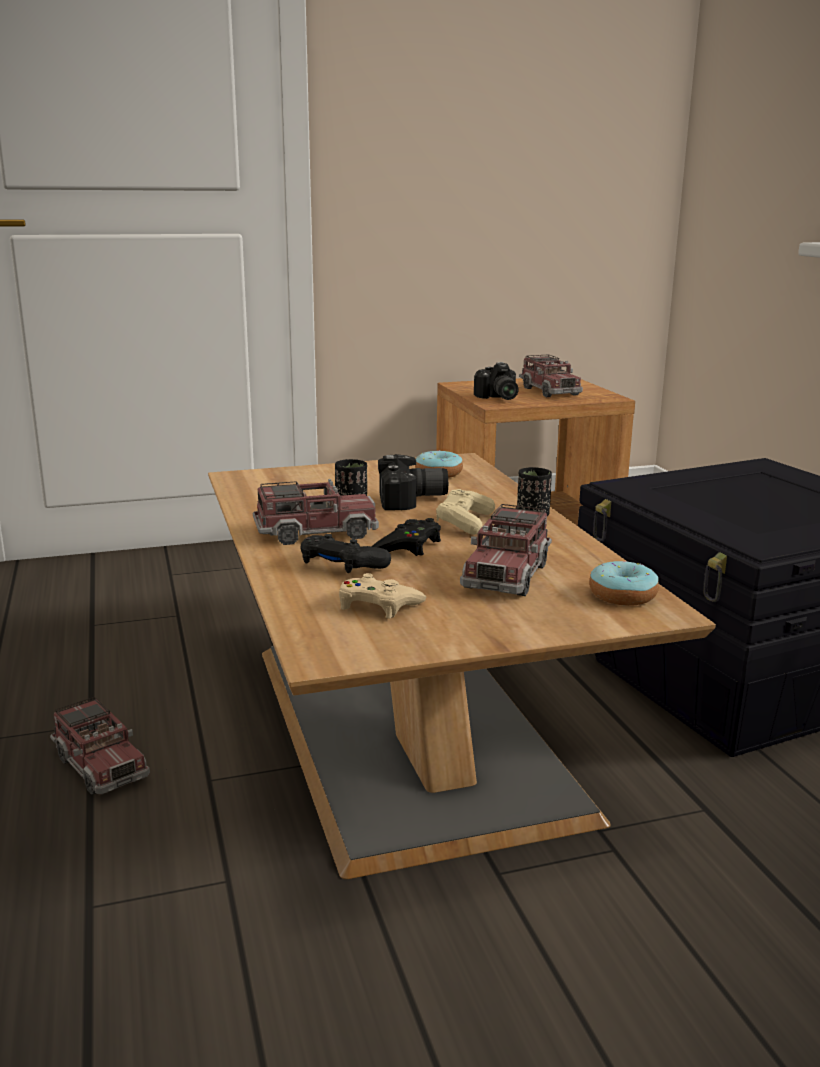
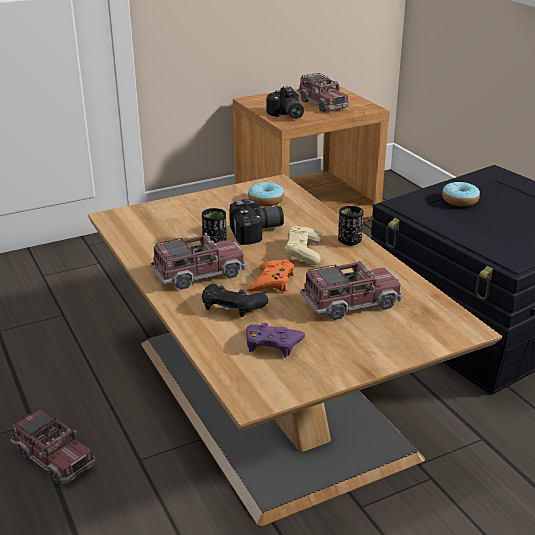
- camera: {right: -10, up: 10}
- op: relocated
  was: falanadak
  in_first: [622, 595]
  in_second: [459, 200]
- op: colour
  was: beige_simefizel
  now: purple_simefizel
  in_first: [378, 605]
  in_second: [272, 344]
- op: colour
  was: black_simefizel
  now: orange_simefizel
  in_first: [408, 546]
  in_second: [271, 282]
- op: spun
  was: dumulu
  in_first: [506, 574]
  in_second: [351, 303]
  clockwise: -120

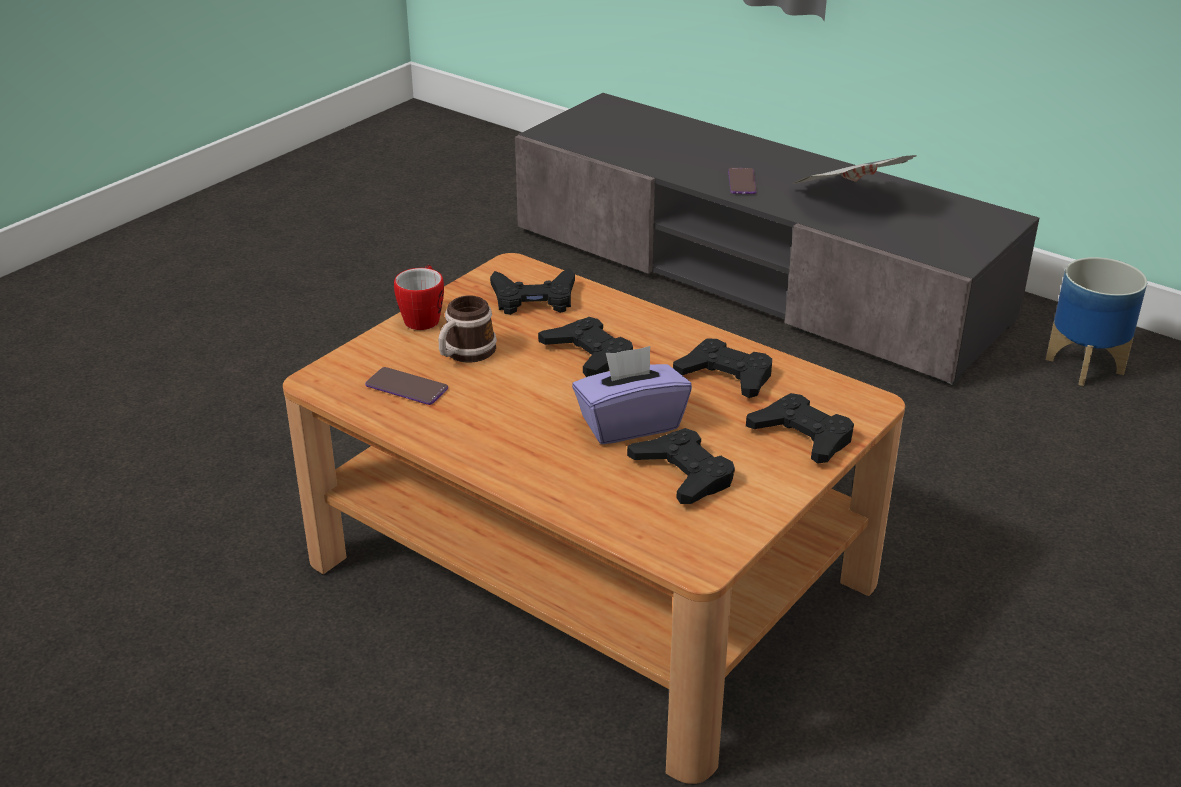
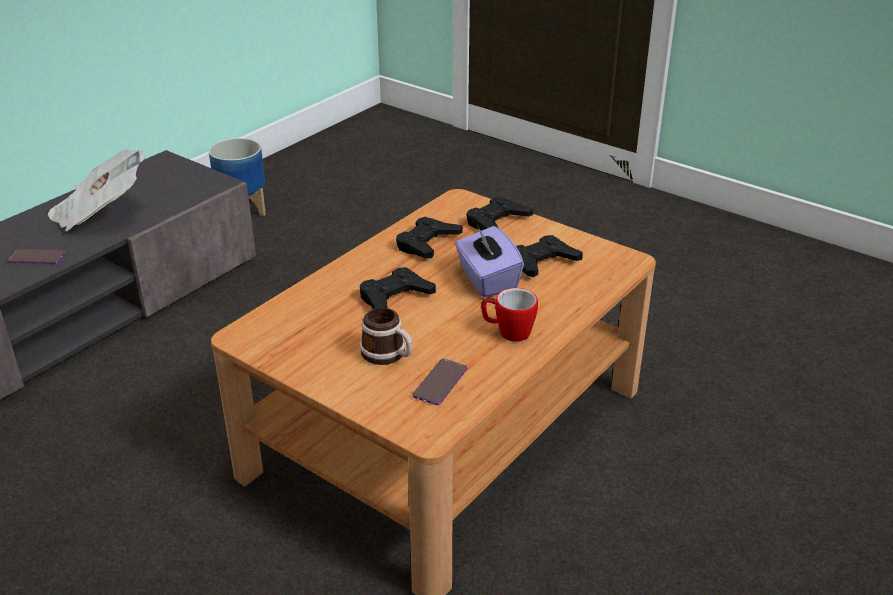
- camera: {right: -90, up: 0}
- op: missing
  was: black_simefizel
  in_first: [534, 299]
- op: relocated
  was: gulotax
  in_first: [424, 317]
  in_second: [508, 332]

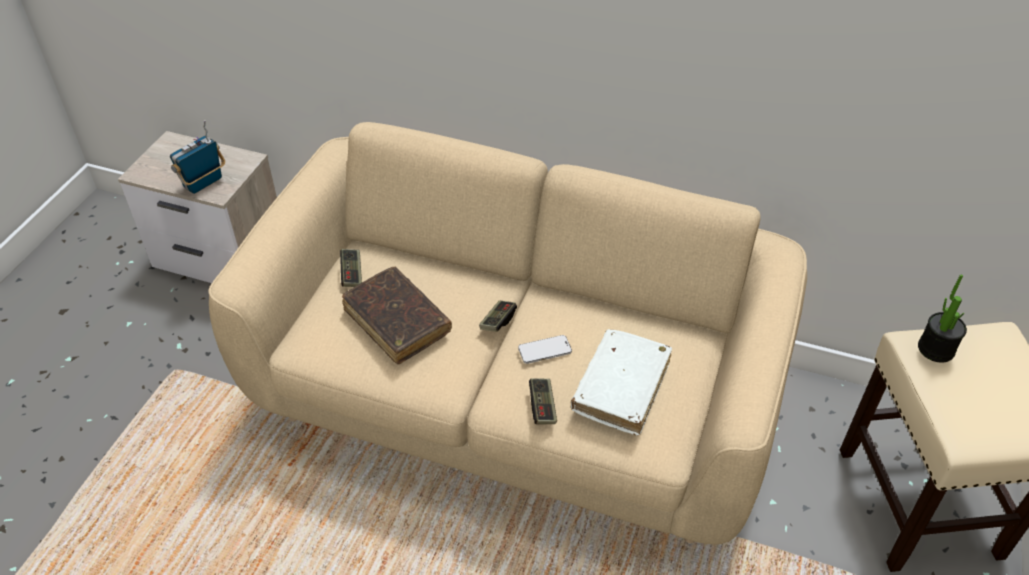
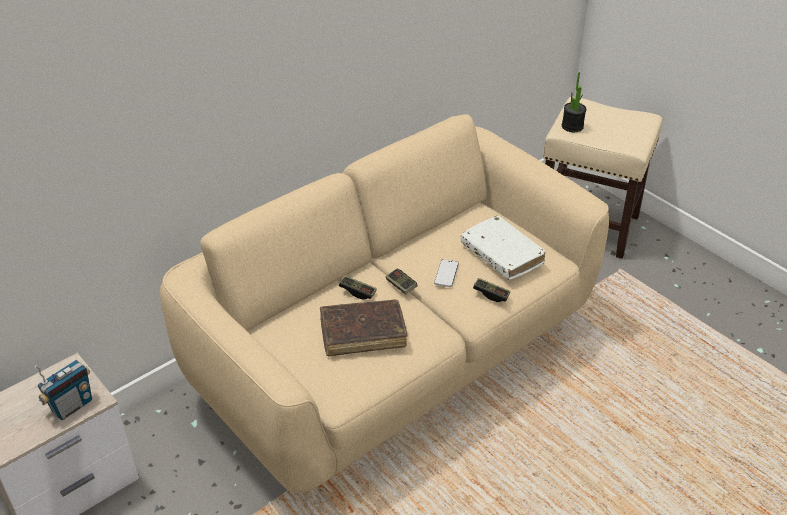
- camera: {right: -60, up: -5}
- op: relocated
  was: simefizel
  in_first: [352, 273]
  in_second: [357, 292]
- op: spun
  was: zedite
  in_first: [203, 183]
  in_second: [72, 406]
  clockwise: -120

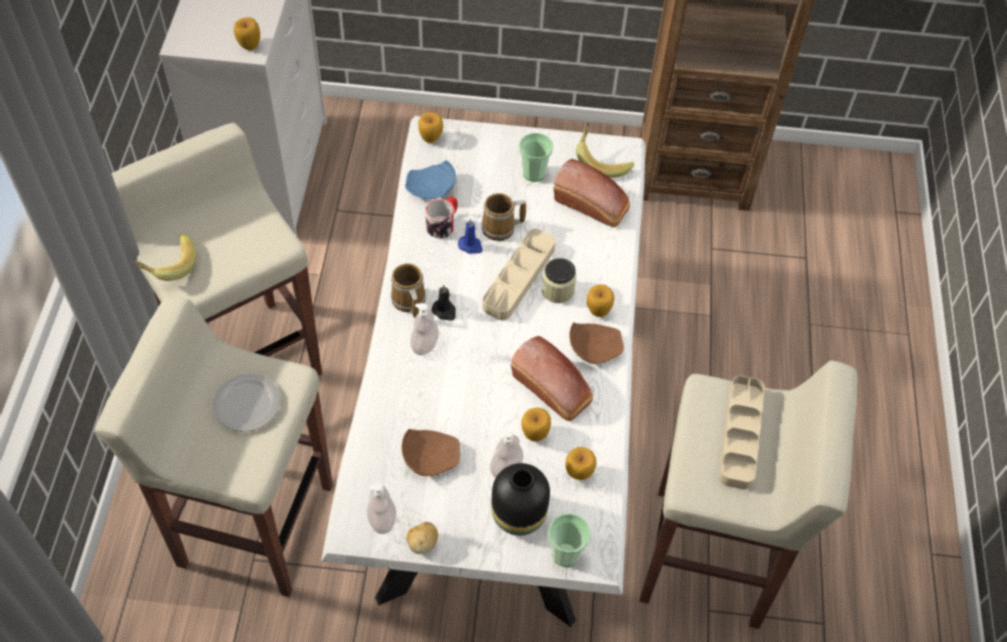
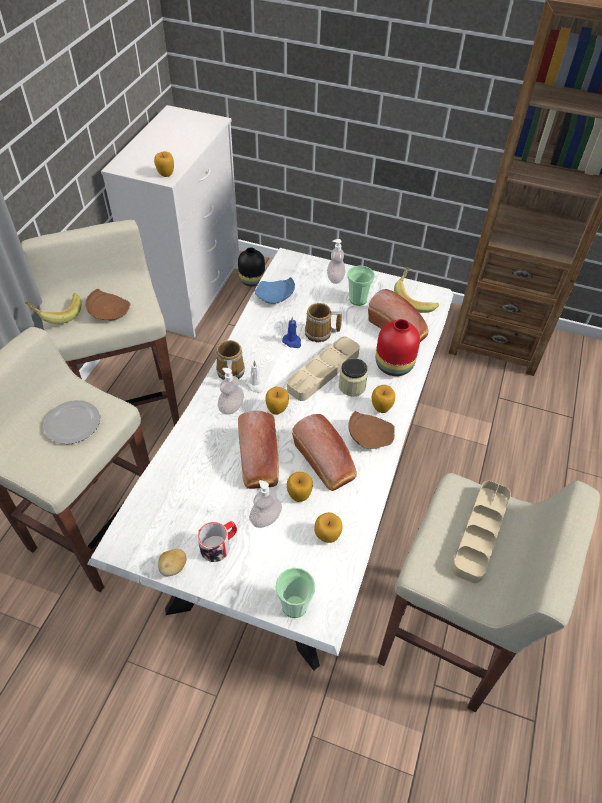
- camera: {right: 15, up: -5}
- op: appeared
  now: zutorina
  in_second: [259, 461]
- op: appeared
  now: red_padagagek
  in_second: [393, 364]
- op: relocated
  was: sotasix
  in_first: [382, 519]
  in_second: [335, 278]
- op: relocated
  was: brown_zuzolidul
  in_first: [430, 457]
  in_second: [109, 312]
- op: relocated
  was: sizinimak
  in_first: [431, 138]
  in_second: [277, 410]
- op: relocated
  was: gulotax
  in_first: [443, 223]
  in_second: [219, 545]
- op: relocated
  was: black_padagagek
  in_first: [517, 514]
  in_second: [251, 280]
- op: colour
  was: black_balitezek
  now: white_balitezek
  in_first: [444, 311]
  in_second: [256, 385]

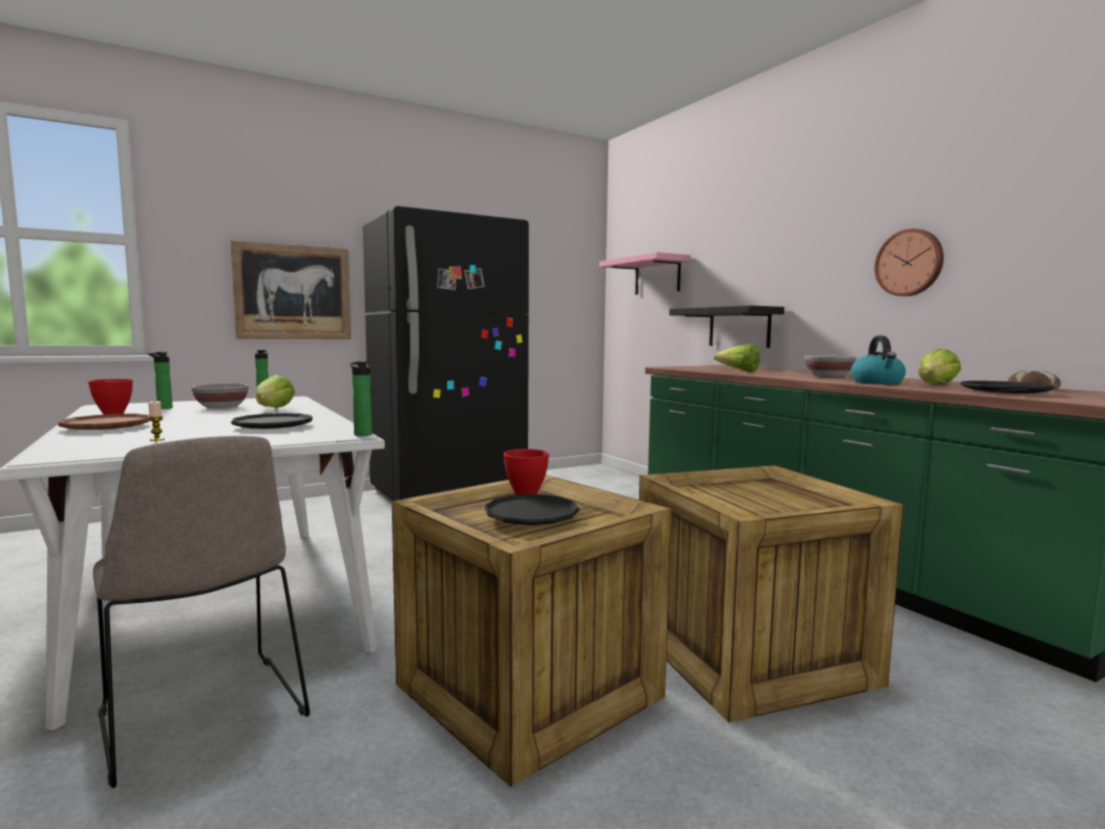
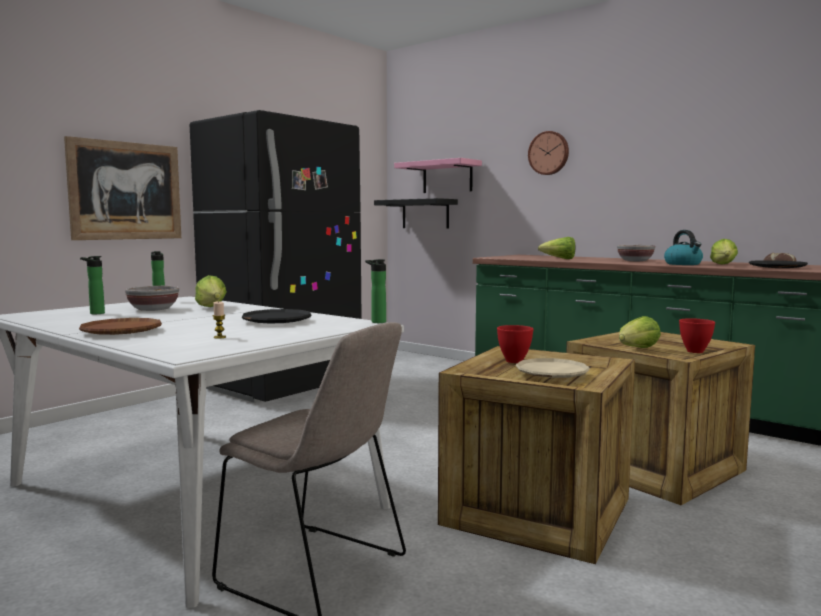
- camera: {right: -20, up: 0}
- op: appeared
  now: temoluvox
  in_second: [637, 349]
- op: relocated
  was: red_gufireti
  in_first: [114, 414]
  in_second: [694, 351]
- op: relocated
  was: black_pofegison
  in_first: [739, 327]
  in_second: [425, 214]
- op: relocated
  was: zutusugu
  in_first: [910, 263]
  in_second: [549, 153]
- op: colour
  was: black_zuzolidul
  now: beige_zuzolidul
  in_first: [531, 516]
  in_second: [552, 373]

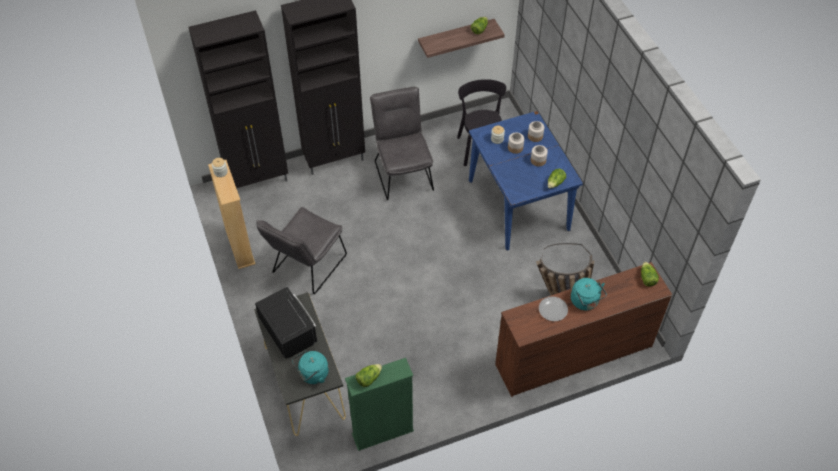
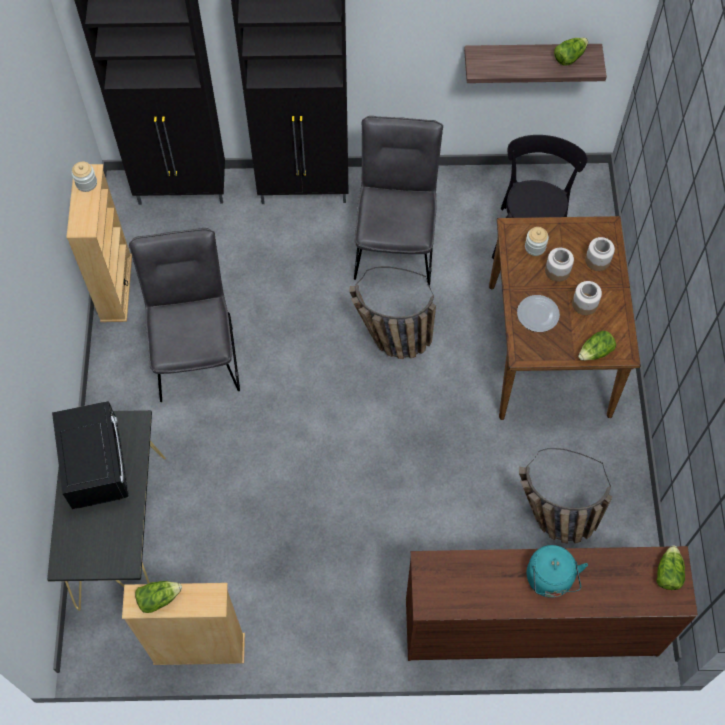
- camera: {right: 20, up: 10}
- op: missing
  was: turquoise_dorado
  in_first: [312, 375]
- op: appeared
  now: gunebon
  in_second: [388, 339]
- op: relocated
  was: zuzolidul
  in_first: [552, 309]
  in_second: [537, 314]
- op: colour
  was: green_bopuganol
  now: beige_bopuganol
  in_first: [383, 432]
  in_second: [199, 649]
- op: colour
  was: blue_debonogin
  now: brown_debonogin
  in_first: [518, 204]
  in_second: [548, 347]
- op: spun
  was: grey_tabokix
  in_first: [306, 267]
  in_second: [195, 350]
  clockwise: 120

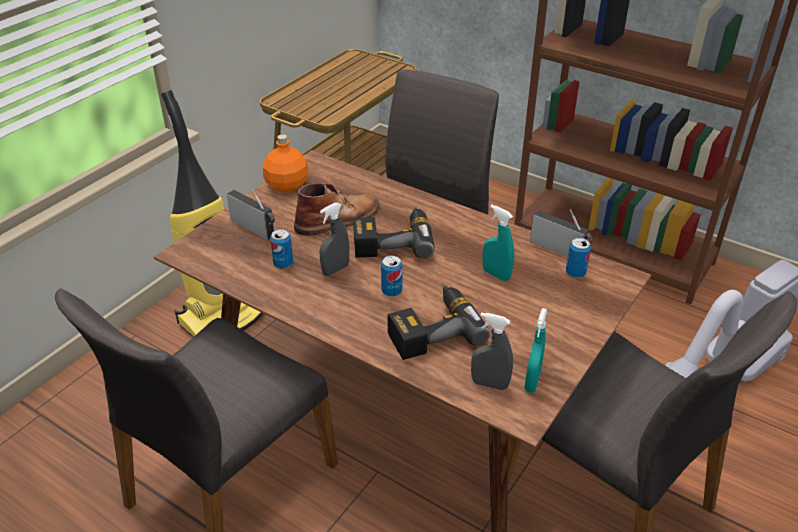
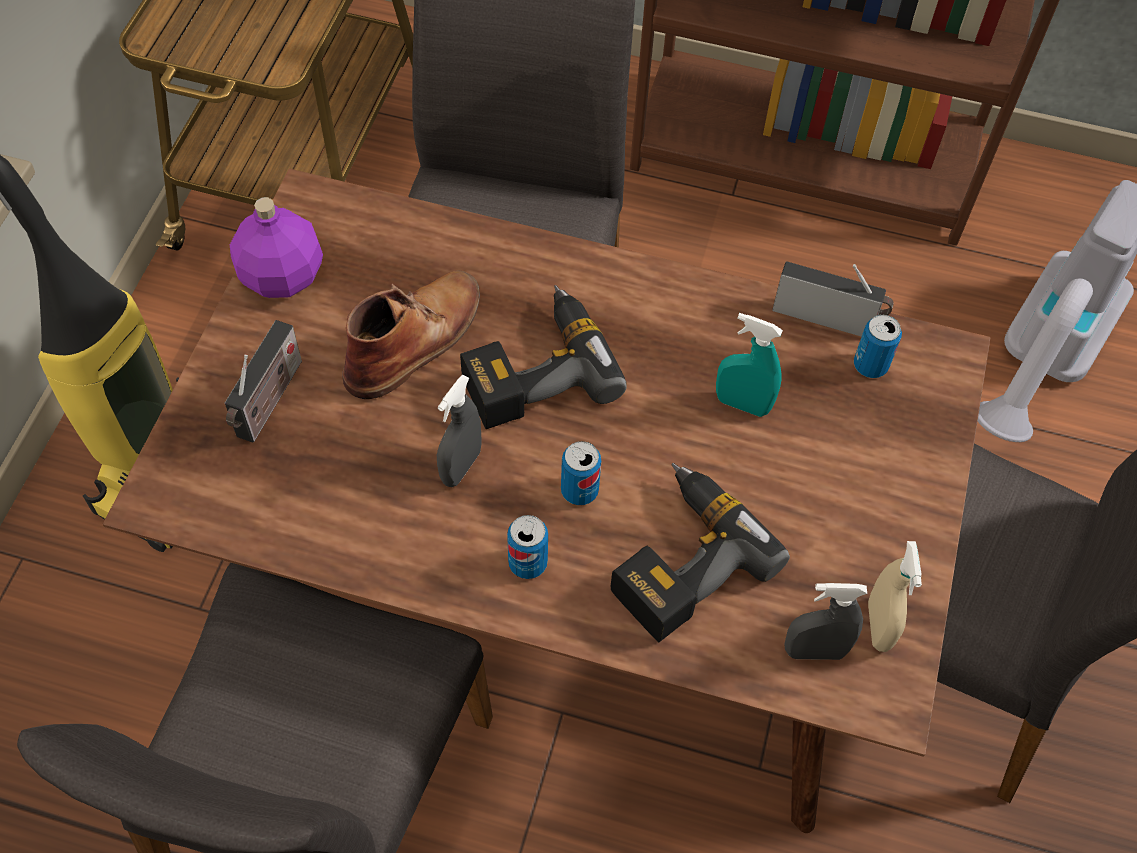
- camera: {right: -20, up: 20}
- op: relocated
  was: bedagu
  in_first: [283, 264]
  in_second: [528, 563]
- op: colour
  was: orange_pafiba
  now: purple_pafiba
  in_first: [286, 186]
  in_second: [281, 277]
- op: colour
  was: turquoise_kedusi
  now: beige_kedusi
  in_first: [532, 381]
  in_second: [878, 626]
- op: spun
  was: zedite
  in_first: [255, 228]
  in_second: [268, 403]
  clockwise: 90

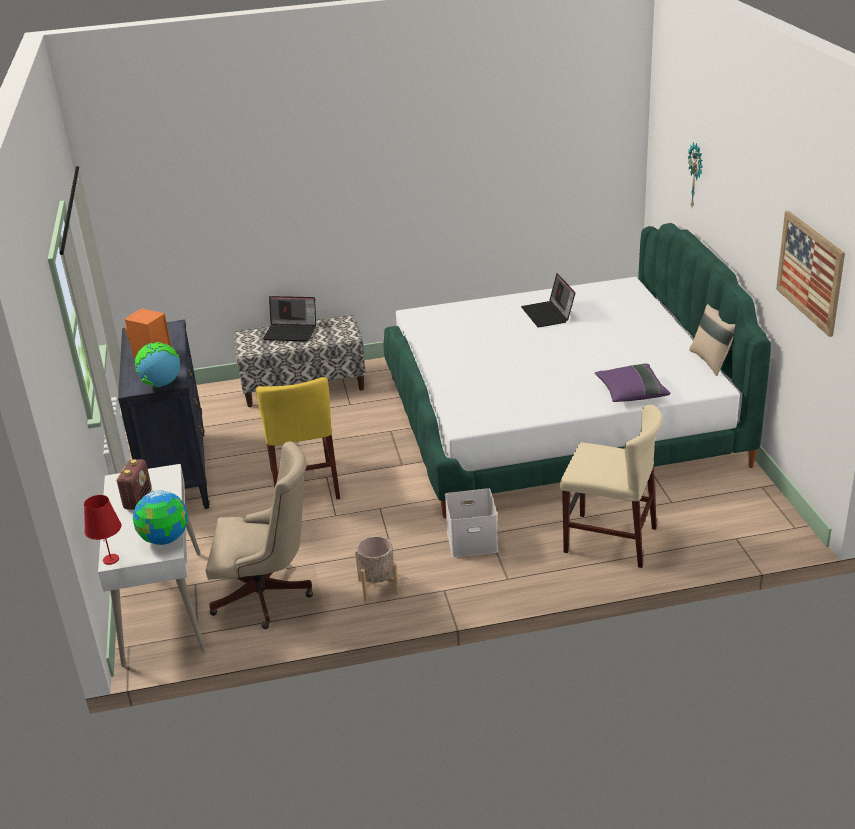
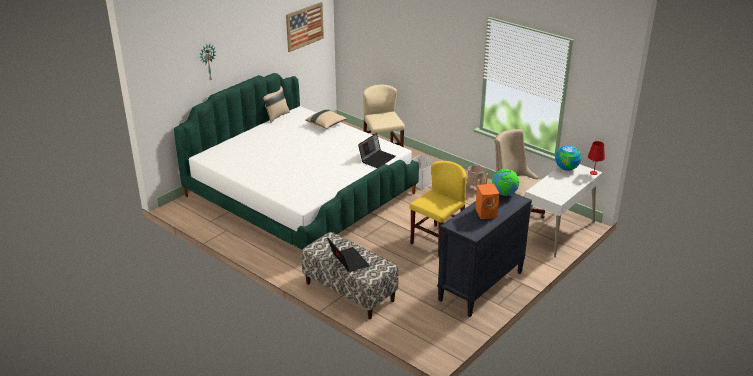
- camera: {right: -130, up: 0}
- op: missing
  was: zedite
  in_first: [138, 500]
- op: relocated
  was: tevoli
  in_first: [548, 315]
  in_second: [377, 159]
- op: colour
  was: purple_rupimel
  now: beige_rupimel
  in_first: [631, 394]
  in_second: [326, 124]

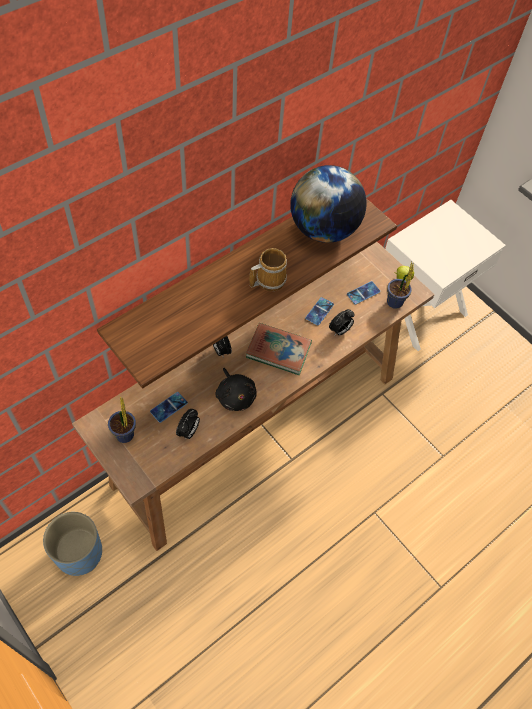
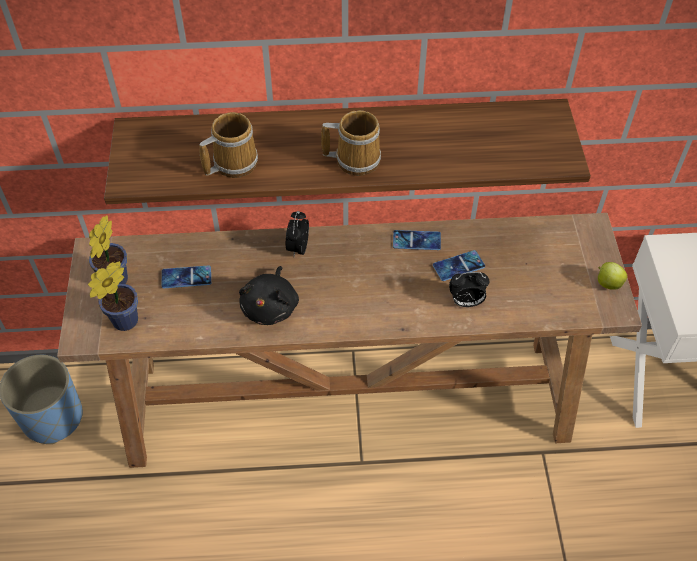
- camera: {right: 40, up: -5}
- op: missing
  was: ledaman
  in_first: [188, 432]
- op: missing
  was: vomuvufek
  in_first: [278, 351]
- op: missing
  was: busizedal
  in_first: [323, 230]
- op: appeared
  now: gulotax
  in_second: [232, 163]
- op: relocated
  was: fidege
  in_first: [363, 293]
  in_second: [416, 240]
- op: relocated
  was: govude
  in_first: [394, 304]
  in_second: [122, 322]

